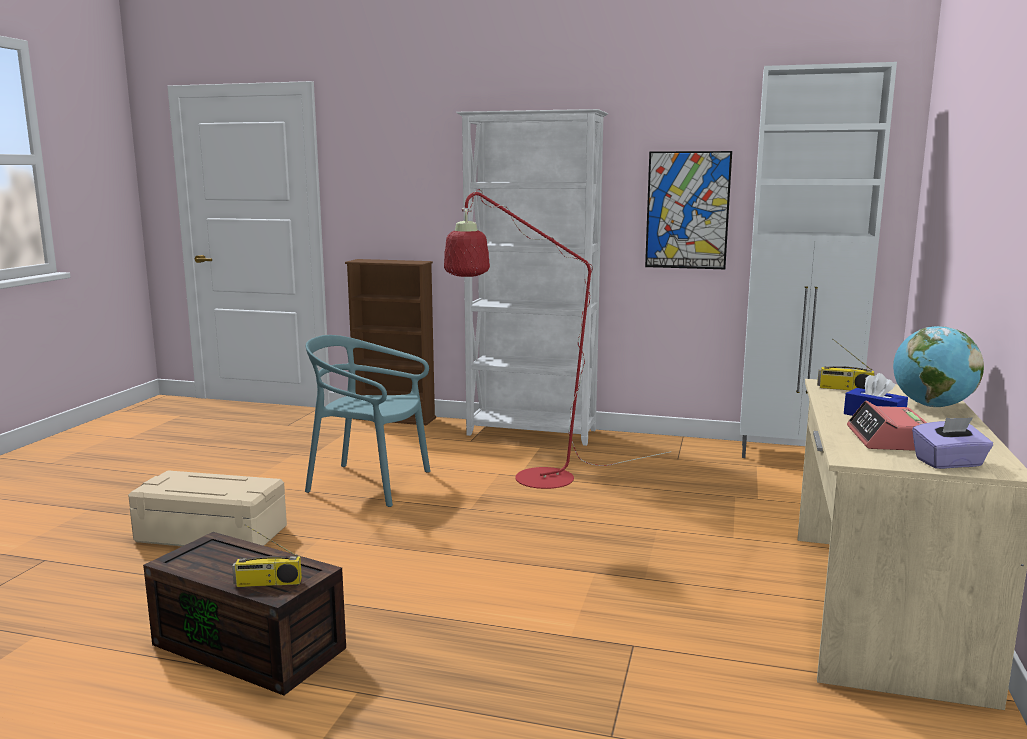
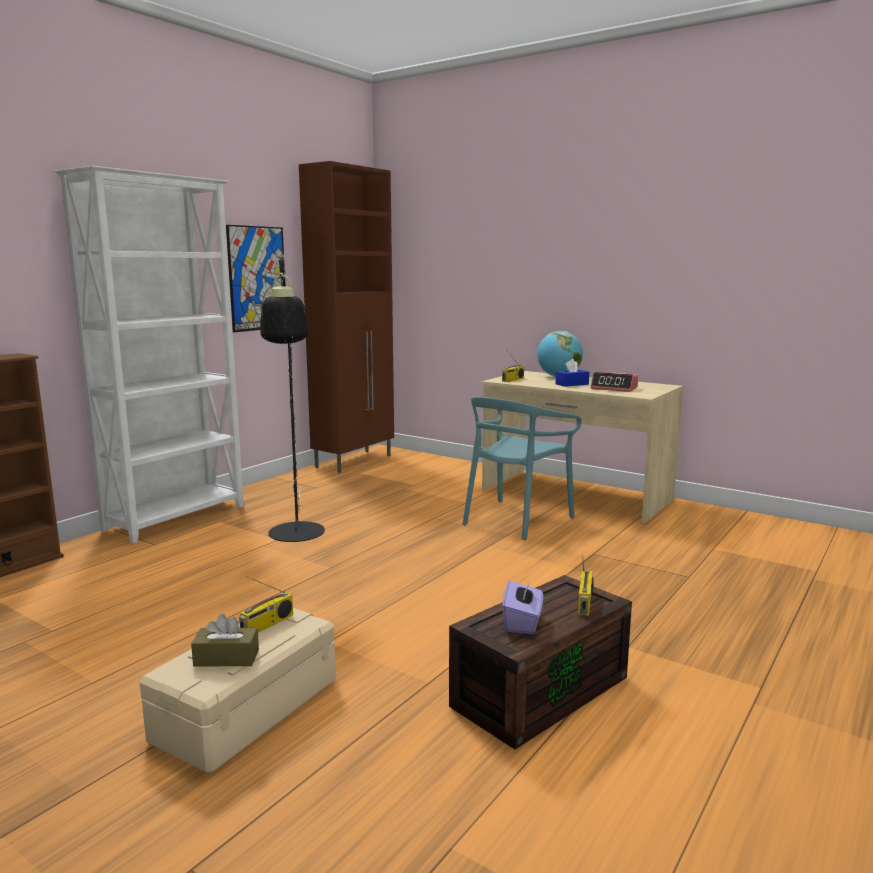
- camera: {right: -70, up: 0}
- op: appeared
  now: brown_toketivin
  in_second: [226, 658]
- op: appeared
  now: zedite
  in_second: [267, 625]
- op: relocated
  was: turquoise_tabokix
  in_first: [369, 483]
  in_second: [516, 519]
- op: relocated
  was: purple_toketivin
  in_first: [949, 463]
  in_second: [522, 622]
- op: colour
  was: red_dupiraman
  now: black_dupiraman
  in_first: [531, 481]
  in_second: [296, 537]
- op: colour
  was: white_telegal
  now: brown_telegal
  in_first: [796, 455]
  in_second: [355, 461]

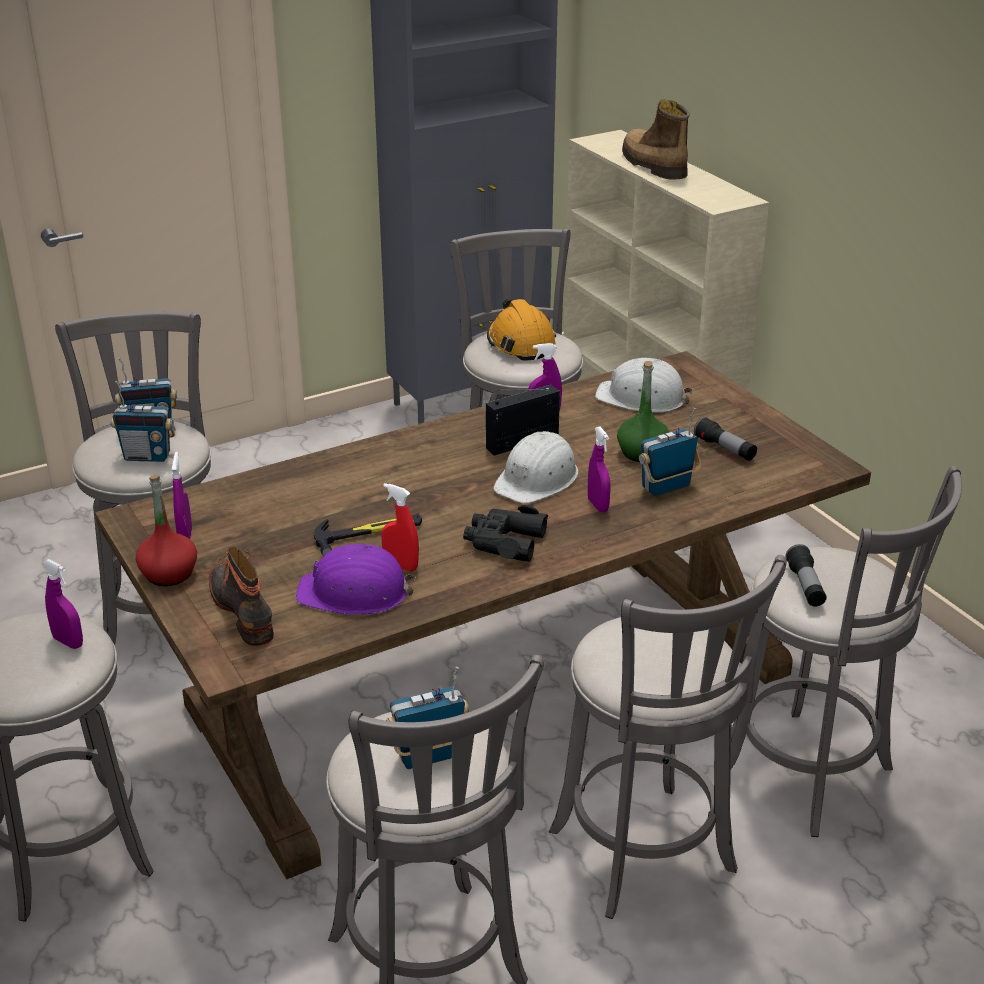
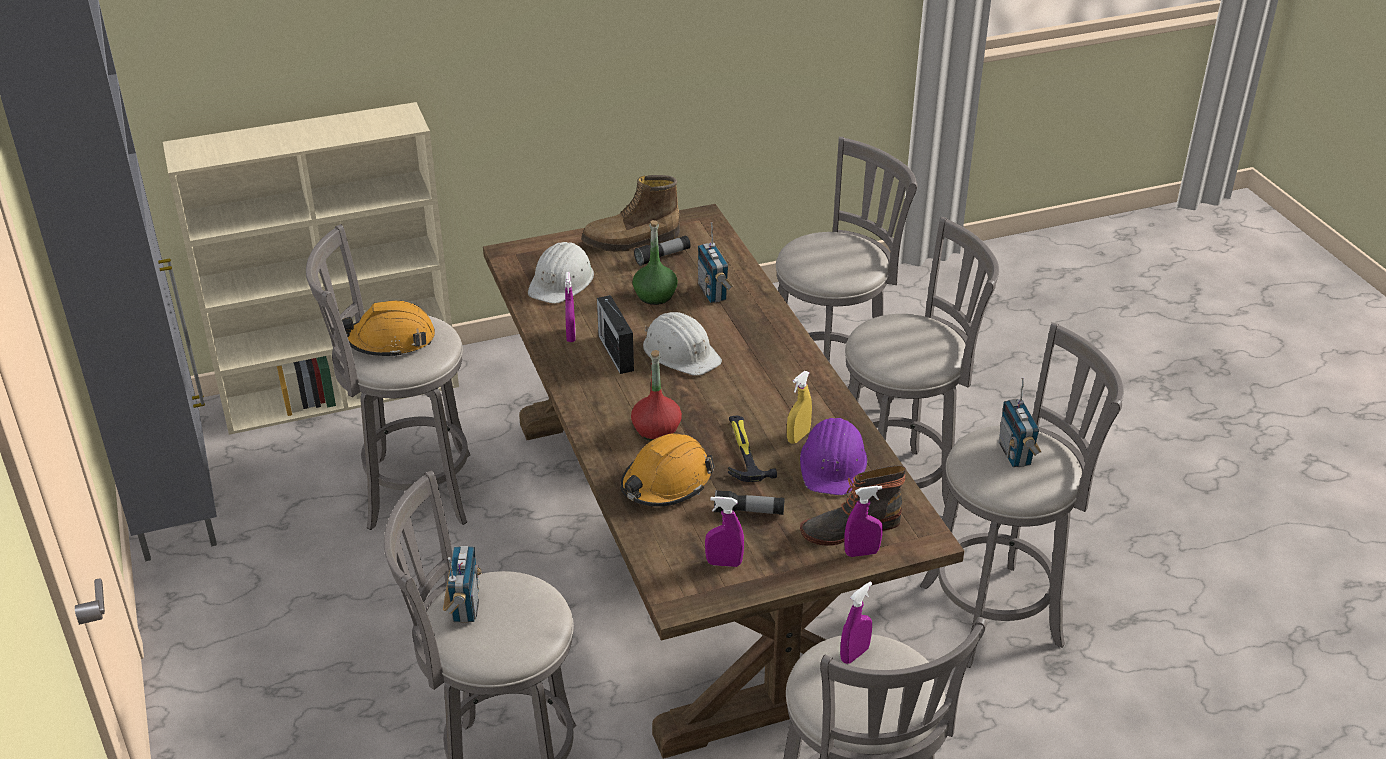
- camera: {right: -80, up: 5}
- op: missing
  was: zedite
  in_first: [147, 456]
- op: missing
  was: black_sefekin
  in_first: [504, 542]
- op: appeared
  now: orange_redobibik
  in_second: [666, 483]
- op: relocated
  was: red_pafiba
  in_first: [168, 573]
  in_second: [656, 430]
- op: relocated
  was: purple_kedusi
  in_first: [598, 505]
  in_second: [861, 553]
- op: relocated
  was: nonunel
  in_first: [652, 165]
  in_second: [631, 241]
- op: relocated
  was: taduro
  in_first: [805, 586]
  in_second: [749, 512]
- op: colour
  was: red_kedusi
  now: yellow_kedusi
  in_first: [401, 566]
  in_second: [798, 437]

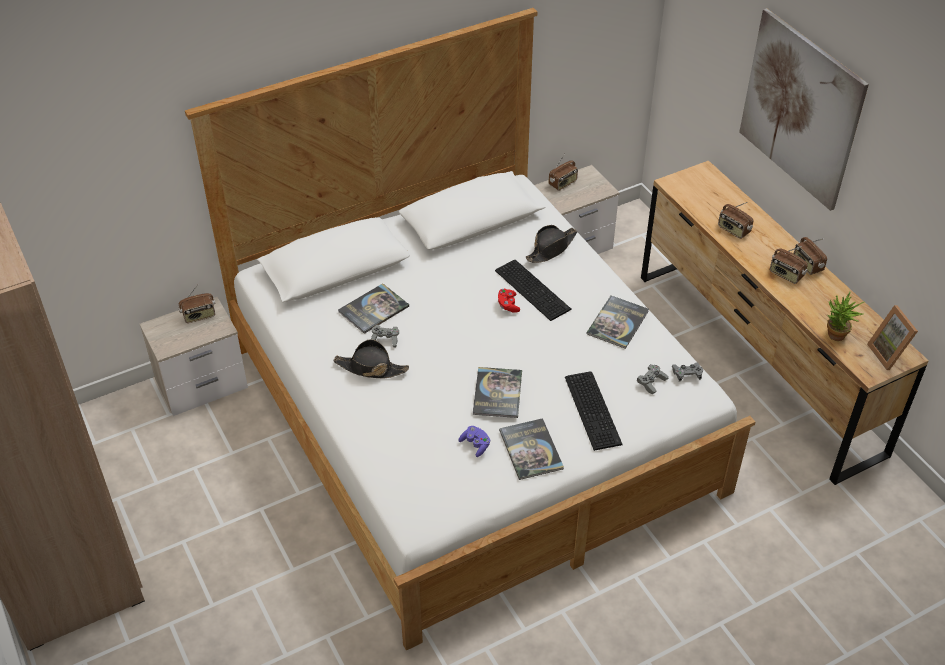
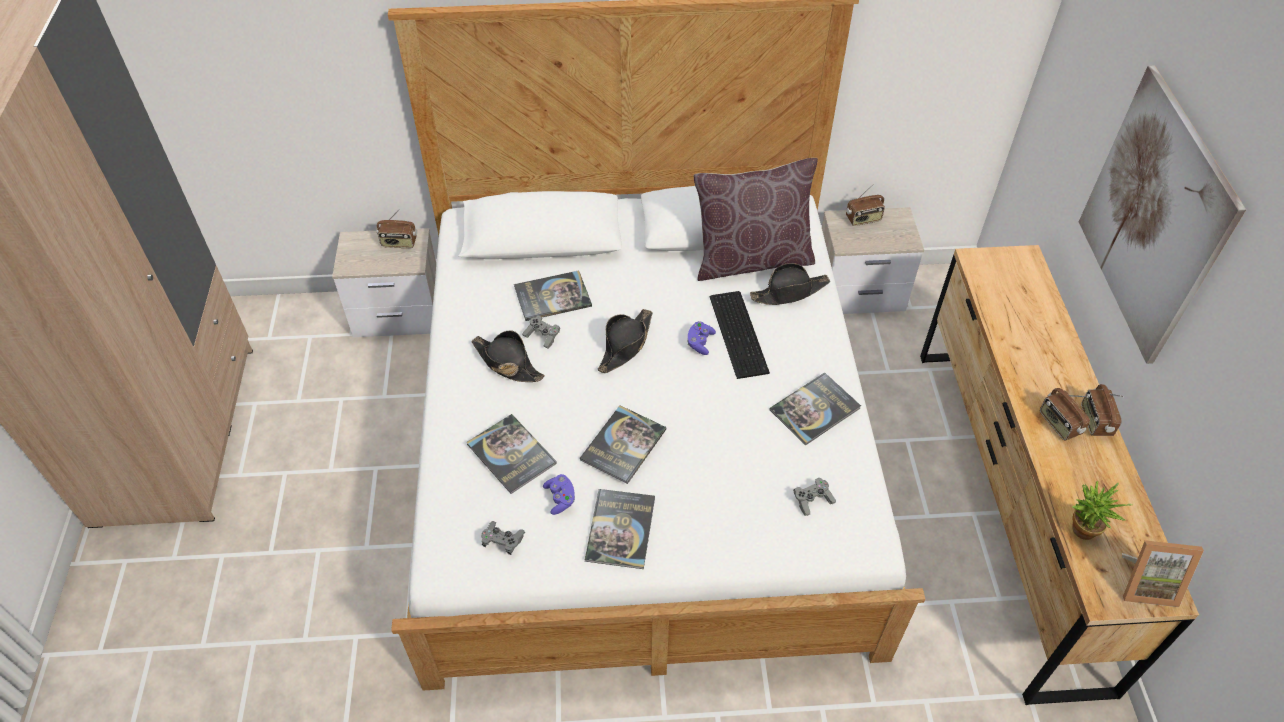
- camera: {right: 25, up: 5}
- op: missing
  was: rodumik
  in_first: [594, 409]
- op: missing
  was: zedite
  in_first: [733, 230]
- op: appeared
  now: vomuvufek
  in_second: [511, 454]
- op: appeared
  now: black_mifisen
  in_second: [625, 345]
- op: appeared
  now: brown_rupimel
  in_second: [751, 259]
- op: relocated
  was: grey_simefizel
  in_first: [686, 375]
  in_second: [503, 541]
- op: colour
  was: red_simefizel
  now: purple_simefizel
  in_first: [508, 305]
  in_second: [700, 343]
- op: spun
  was: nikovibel
  in_first: [890, 354]
  in_second: [1146, 584]
  clockwise: -90

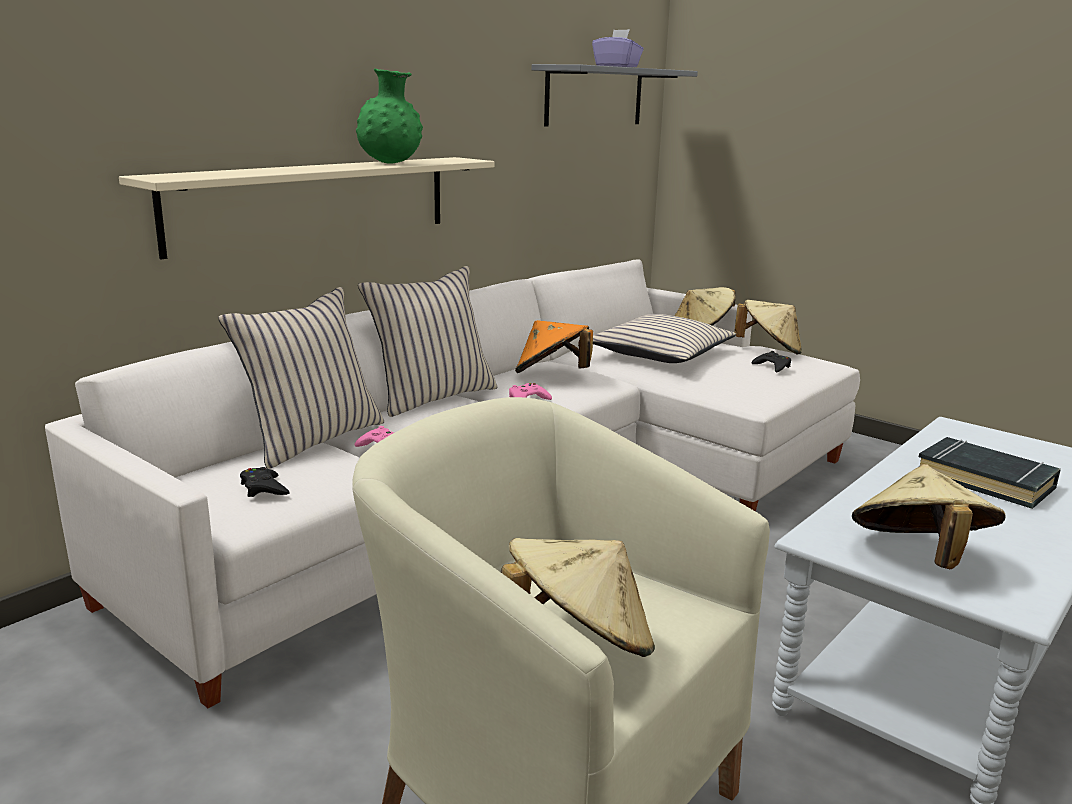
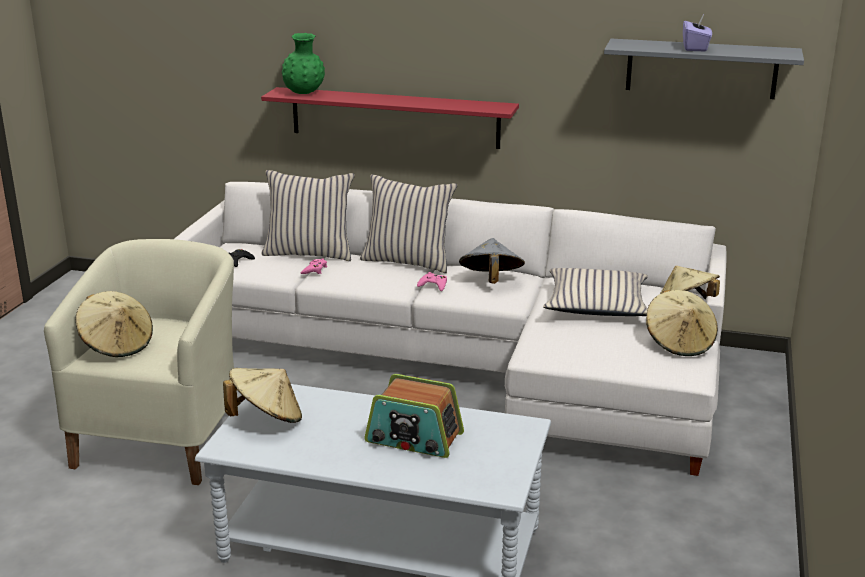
- camera: {right: 65, up: 5}
- op: missing
  was: black_simefizel
  in_first: [772, 366]
- op: relocated
  was: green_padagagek
  in_first: [390, 163]
  in_second: [304, 93]
- op: exchanged
  was: black_vomuvufek
  now: zedite
  in_first: [985, 480]
  in_second: [414, 438]
- op: colour
  was: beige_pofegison
  now: red_pofegison
  in_first: [315, 202]
  in_second: [394, 117]
- op: colour
  was: orange_mifisen
  now: grey_mifisen
  in_first: [551, 375]
  in_second: [490, 281]

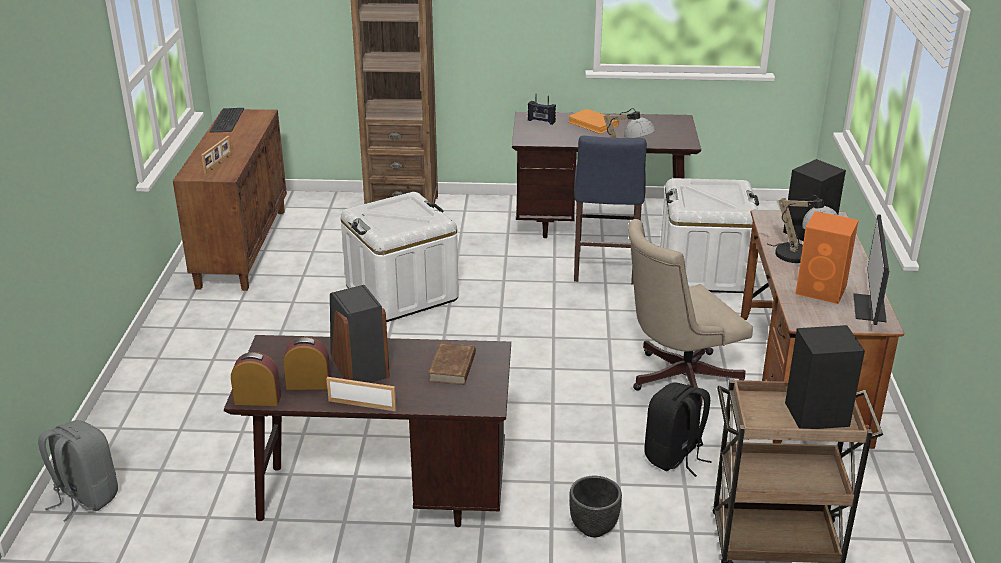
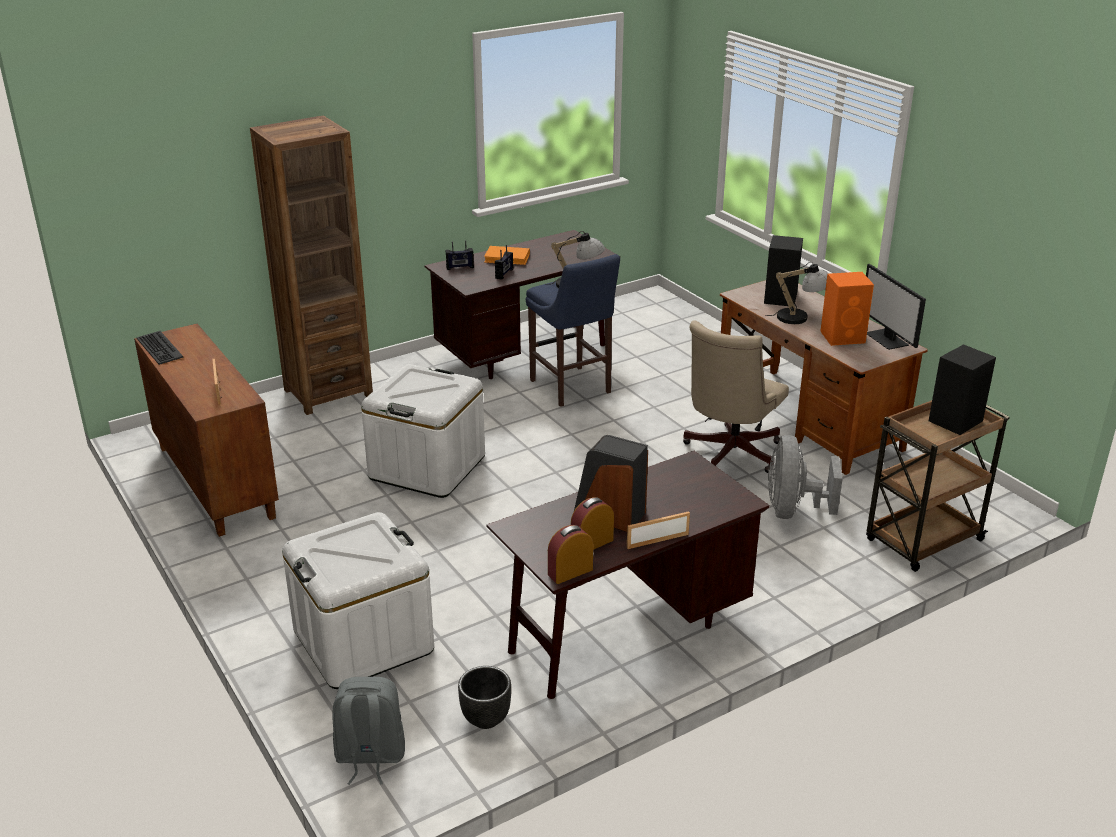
- camera: {right: -35, up: 0}
- op: missing
  was: brown_vomuvufek
  in_first: [453, 367]
- op: appeared
  now: zedite
  in_second: [504, 274]
- op: relocated
  was: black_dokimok
  in_first: [593, 528]
  in_second: [485, 719]
- op: relocated
  was: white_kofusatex
  in_first: [704, 271]
  in_second: [363, 641]
- op: exchanged
  was: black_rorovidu
  now: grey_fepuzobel
  in_first: [674, 457]
  in_second: [793, 510]

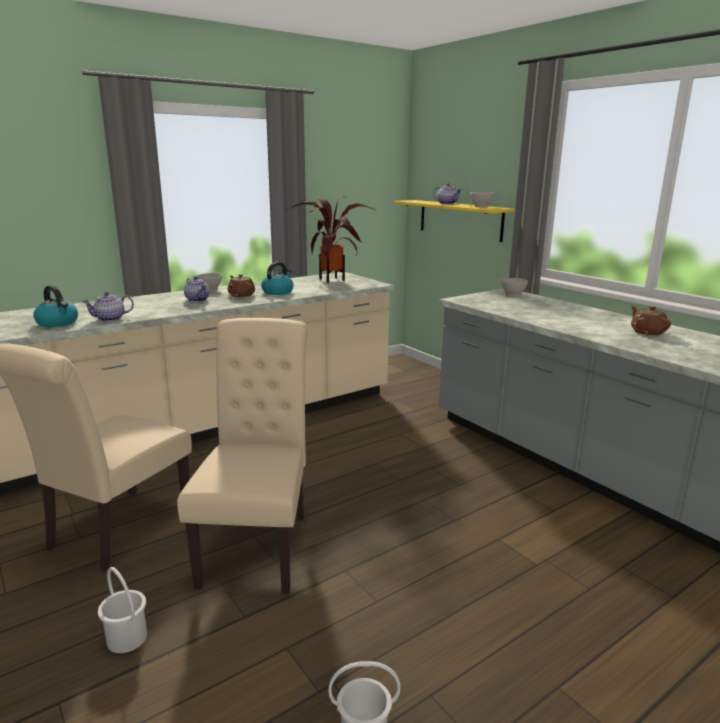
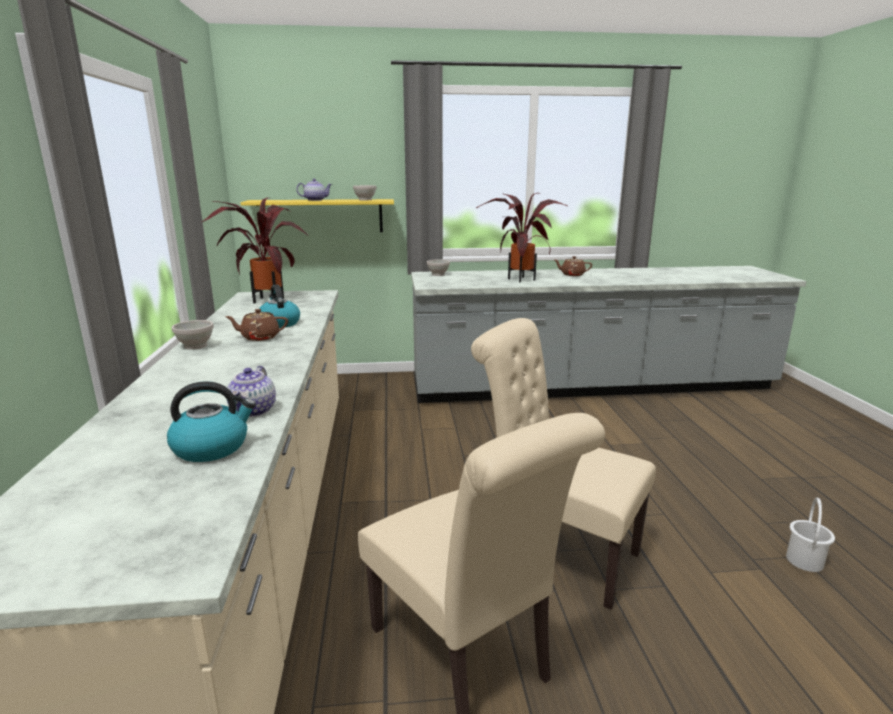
- camera: {right: -60, up: 0}
- op: missing
  was: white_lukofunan
  in_first: [127, 637]
- op: missing
  was: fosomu
  in_first: [198, 300]
- op: appeared
  now: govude
  in_second: [521, 279]

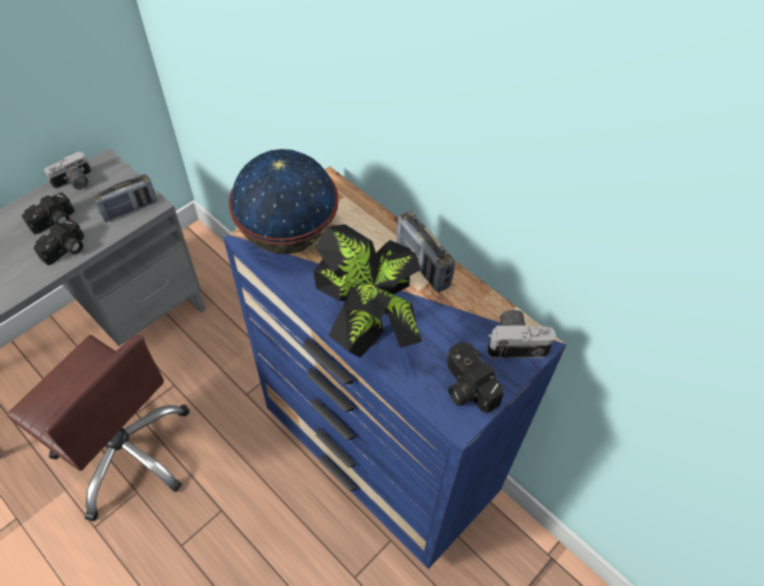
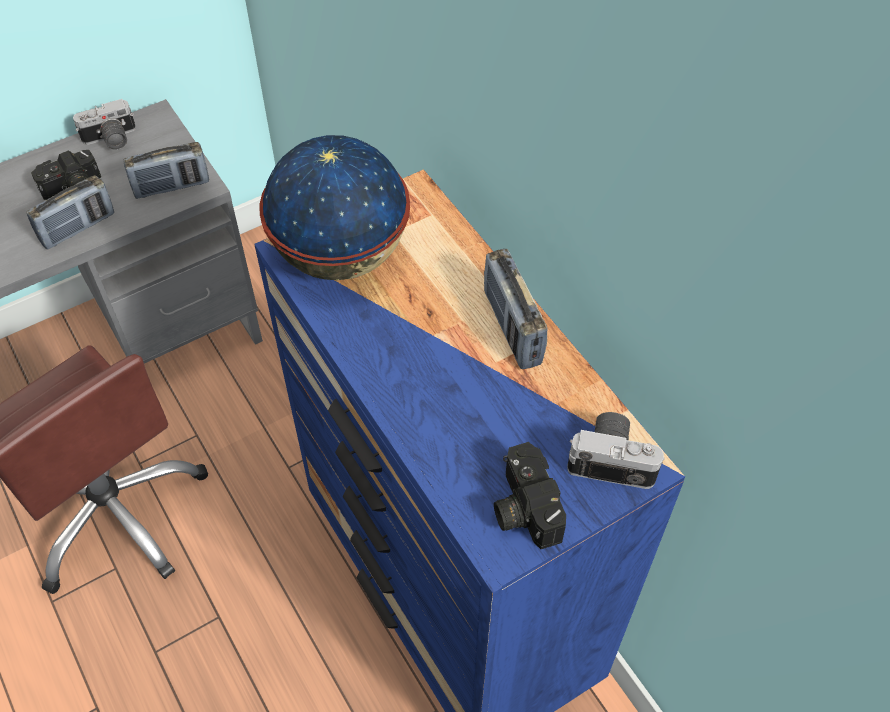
- camera: {right: 15, up: 0}
- op: missing
  was: govude
  in_first: [370, 326]
- op: exchanged
  was: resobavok
  now: zedite
  in_first: [66, 251]
  in_second: [78, 228]

